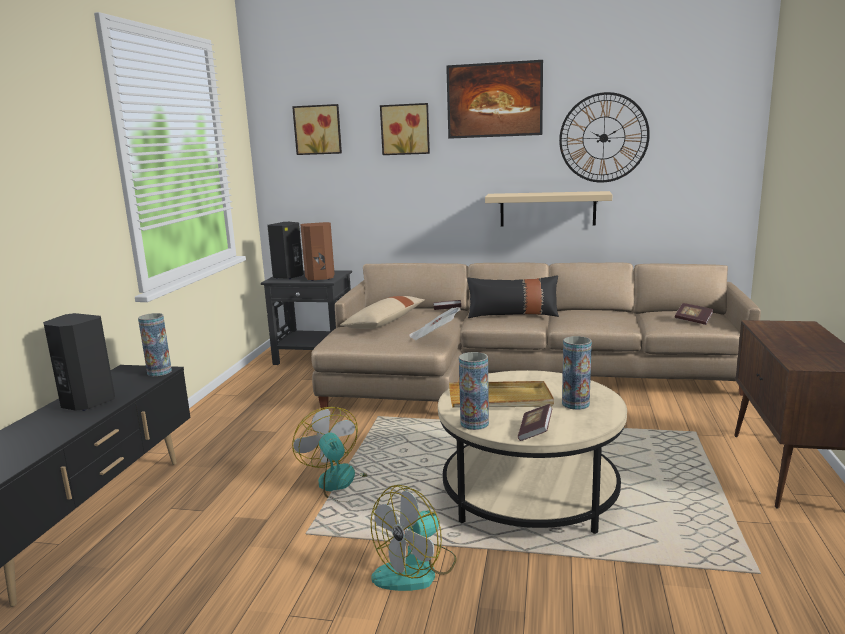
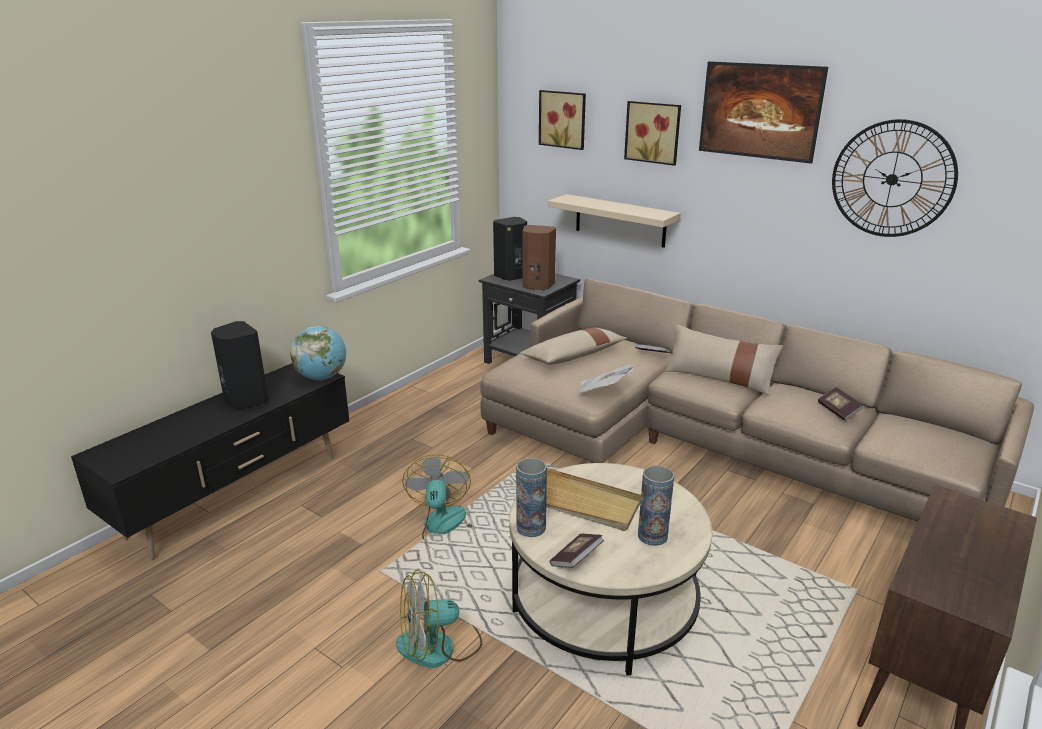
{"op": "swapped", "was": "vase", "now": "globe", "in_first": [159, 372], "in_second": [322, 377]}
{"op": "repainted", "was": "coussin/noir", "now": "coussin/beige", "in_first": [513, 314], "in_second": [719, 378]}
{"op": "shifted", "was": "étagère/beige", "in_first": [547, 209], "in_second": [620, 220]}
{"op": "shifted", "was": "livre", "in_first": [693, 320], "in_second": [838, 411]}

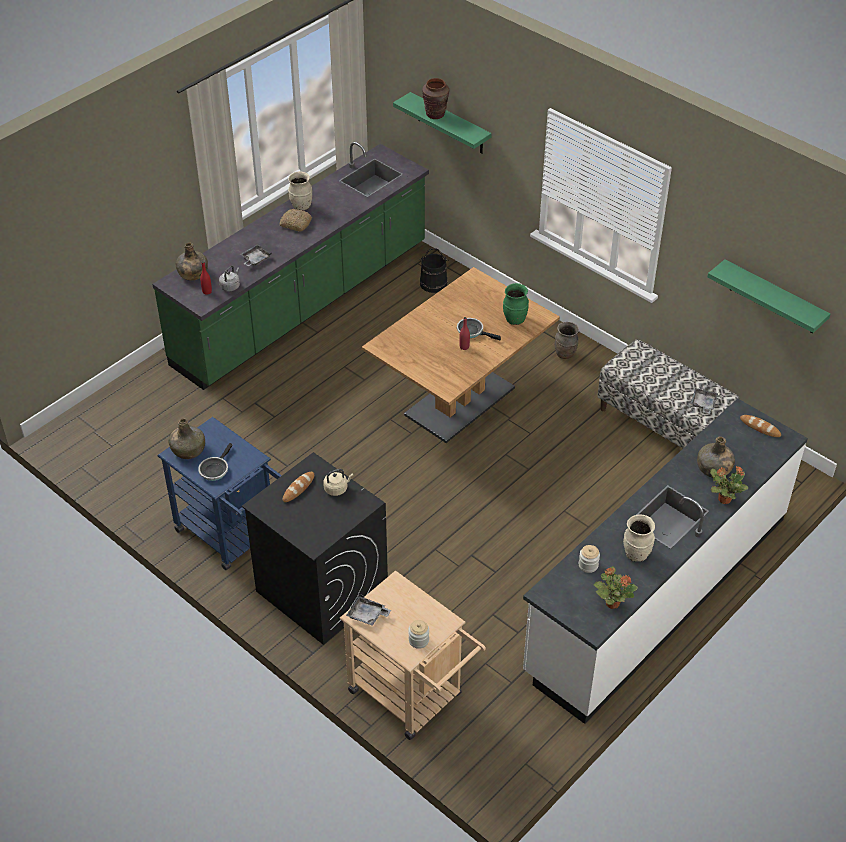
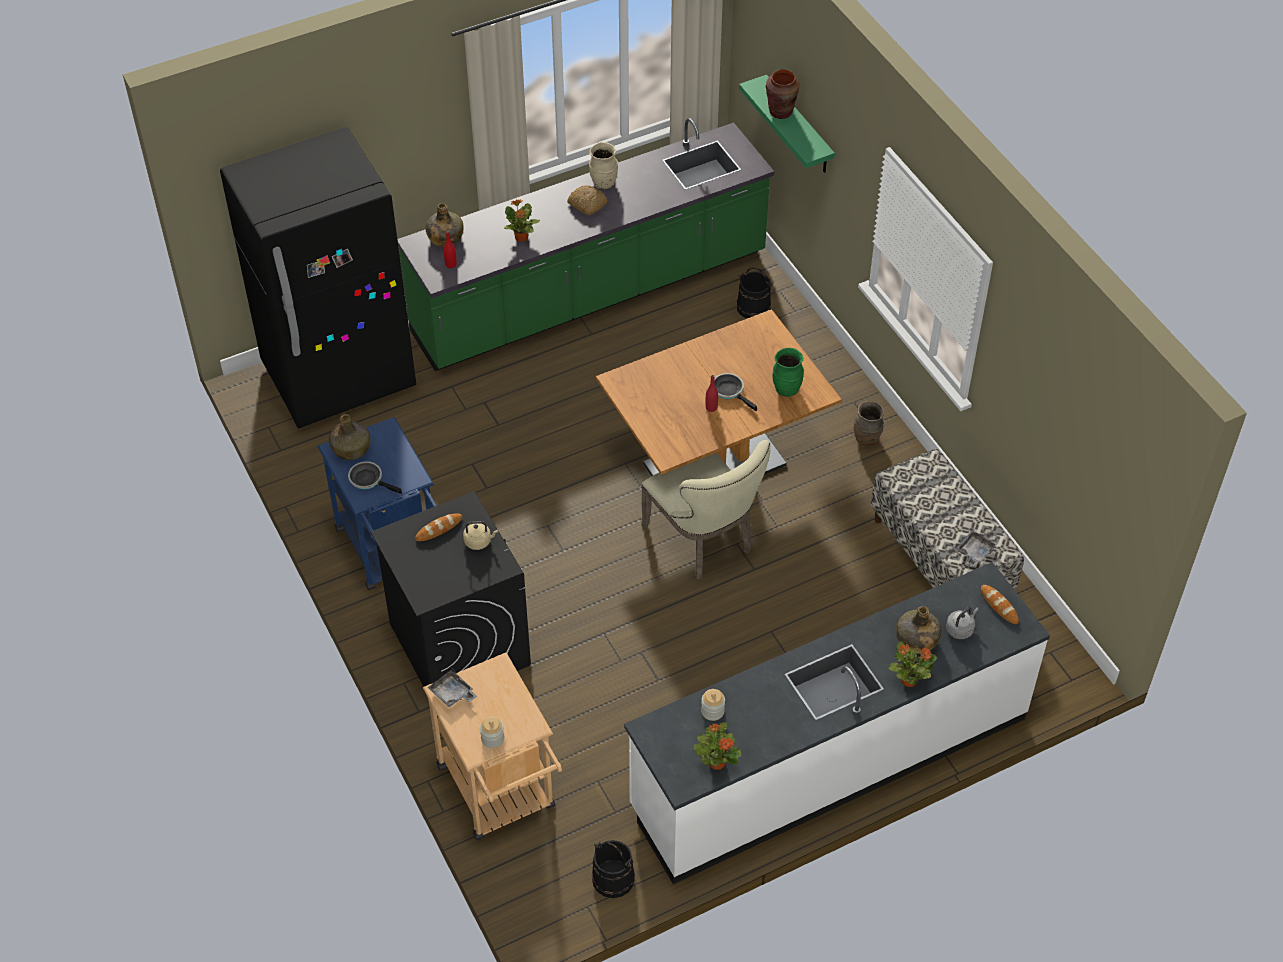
{"op": "rotated", "was": "poêle", "in_first": [215, 470], "in_second": [368, 480], "clockwise": 75}
{"op": "shifted", "was": "bouilloire/gris", "in_first": [230, 286], "in_second": [960, 629]}
{"op": "swapped", "was": "plateau/gris", "now": "plante en pot", "in_first": [255, 259], "in_second": [521, 238]}
{"op": "gone", "was": "vase/beige", "in_first": [636, 554]}
{"op": "gone", "was": "étagère/vert", "in_first": [773, 298]}
{"op": "new", "now": "réfrigérateur/noir", "in_second": [339, 377]}
{"op": "new", "now": "seau/noir", "in_second": [613, 879]}
{"op": "new", "now": "chaise/beige", "in_second": [704, 541]}

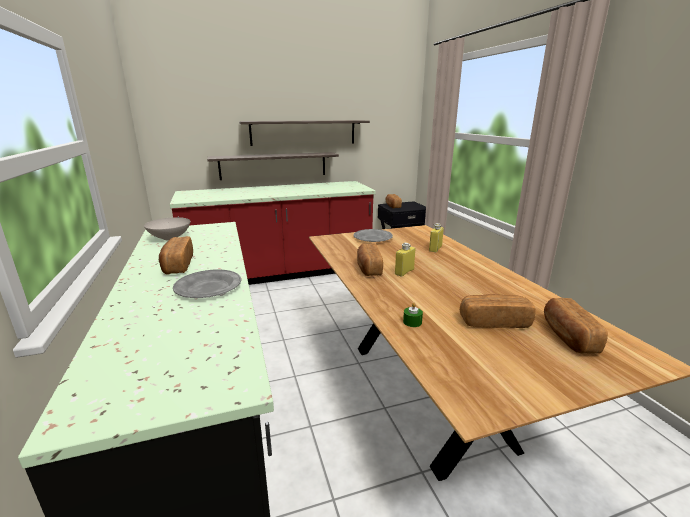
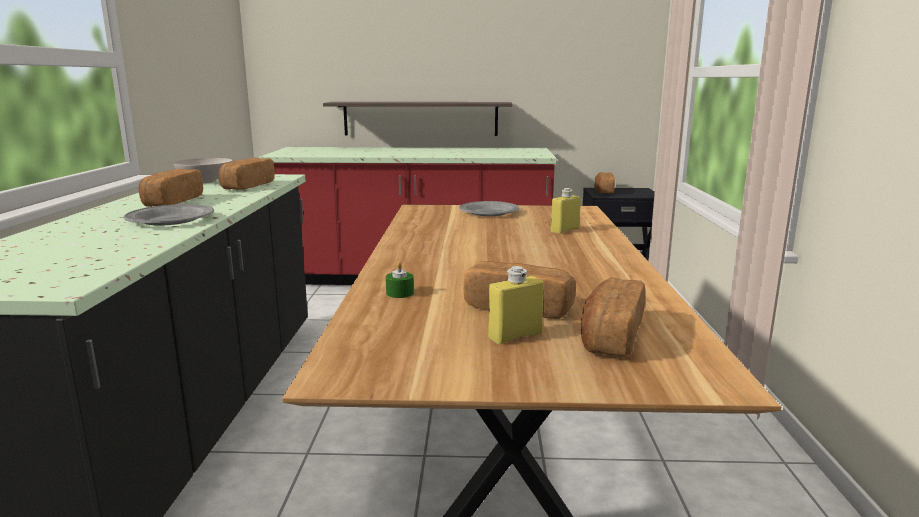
{"op": "gone", "was": "étagère", "in_first": [303, 132]}
{"op": "shifted", "was": "pain", "in_first": [368, 268], "in_second": [247, 186]}
{"op": "shifted", "was": "bouteille/jaune", "in_first": [404, 272], "in_second": [515, 336]}

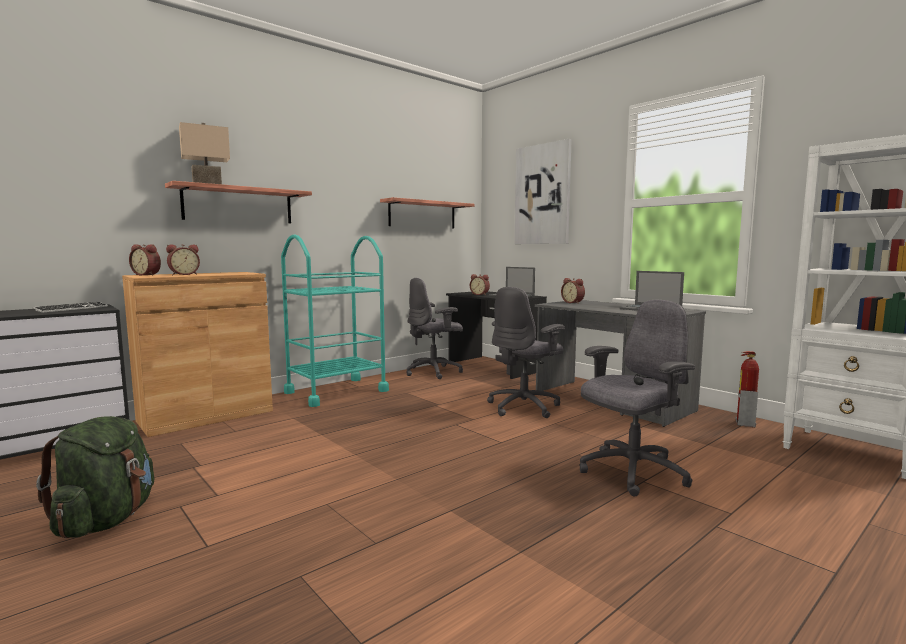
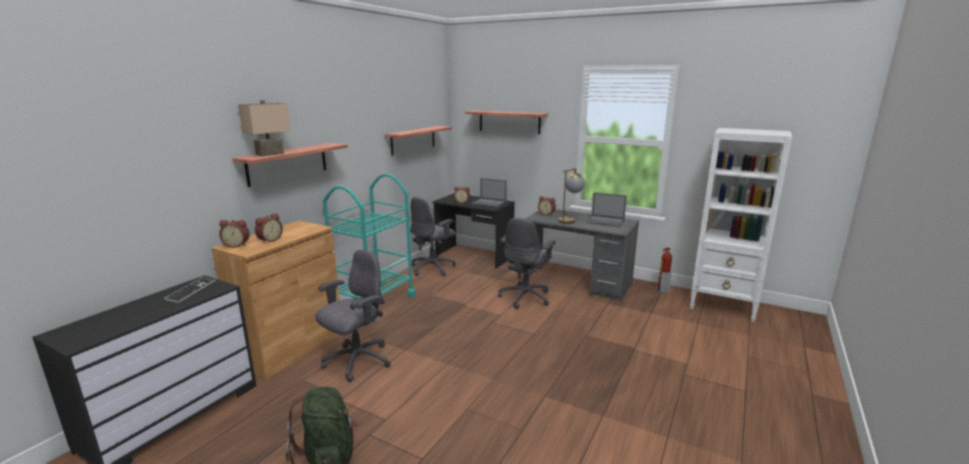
{"op": "swapped", "was": "tableau", "now": "étagère", "in_first": [542, 194], "in_second": [509, 122]}
{"op": "shifted", "was": "chaise de bureau/gris", "in_first": [631, 472], "in_second": [357, 361]}
{"op": "new", "now": "lampe de table", "in_second": [569, 220]}

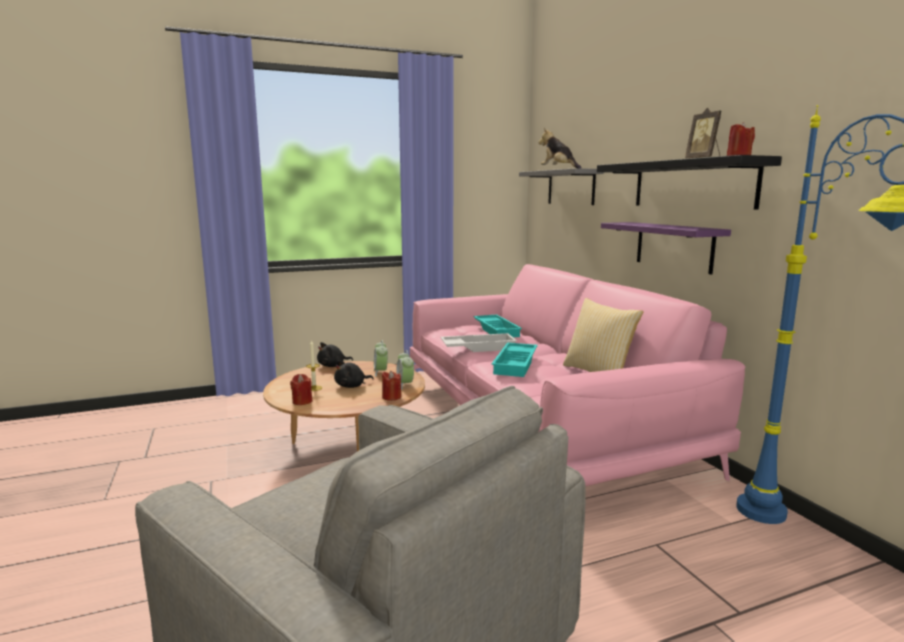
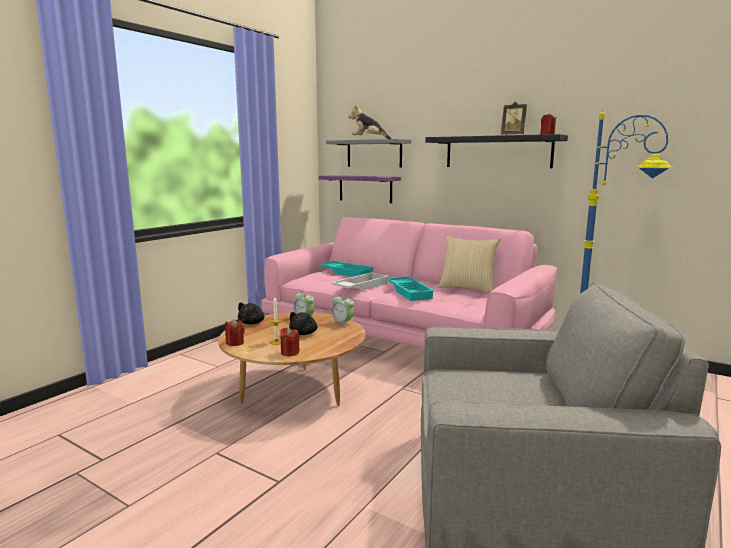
{"op": "shifted", "was": "bougie/rouge", "in_first": [391, 397], "in_second": [235, 343]}
{"op": "shifted", "was": "étagère/violet", "in_first": [673, 246], "in_second": [365, 188]}

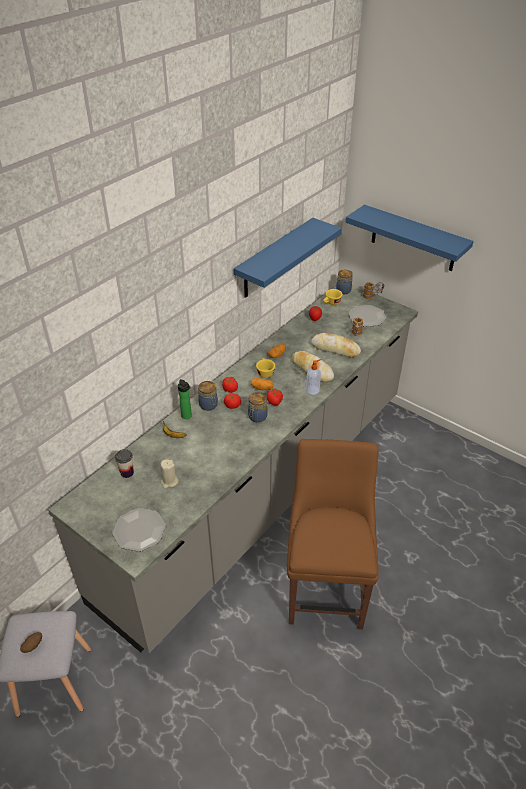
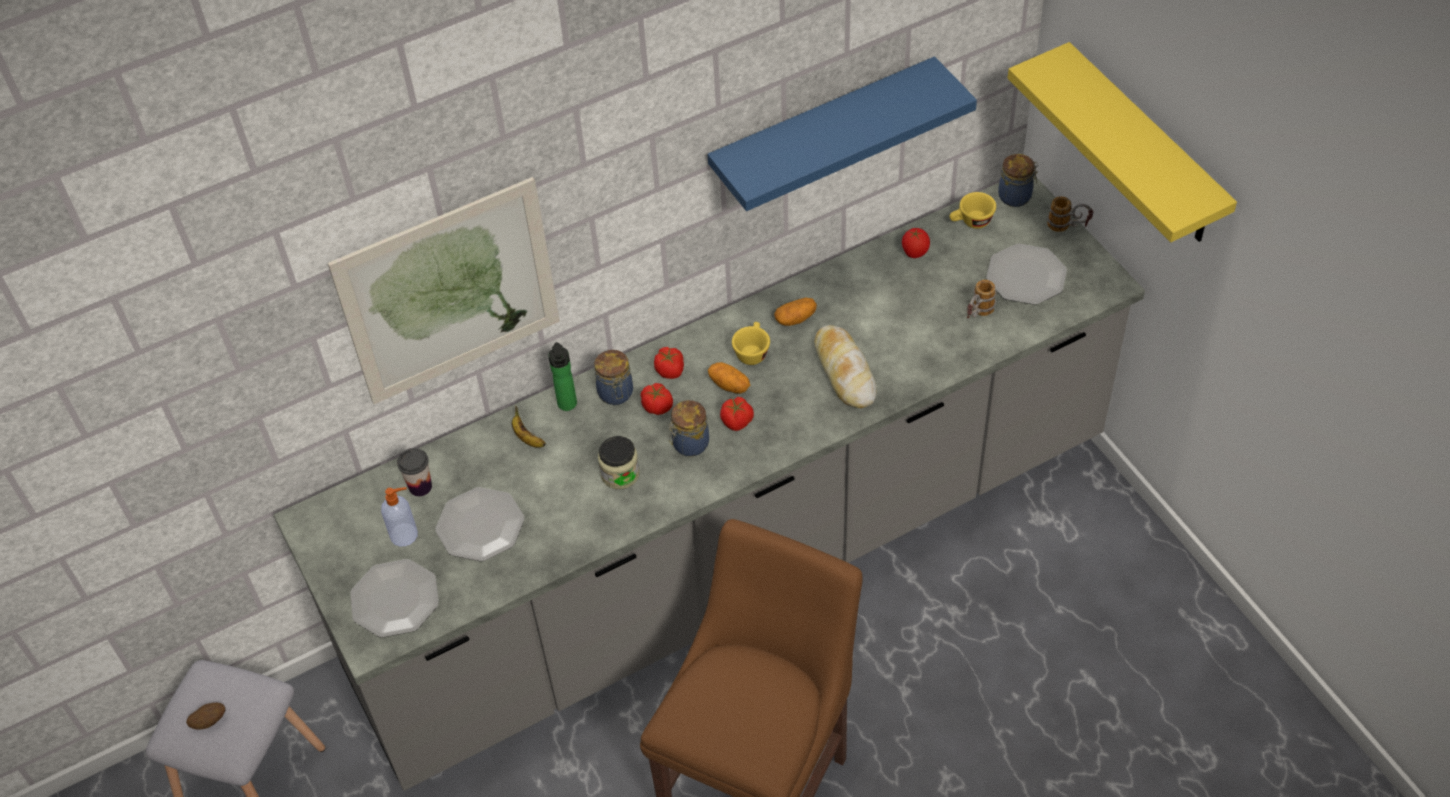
{"op": "swapped", "was": "bougie/beige", "now": "assiette", "in_first": [169, 481], "in_second": [480, 526]}
{"op": "shifted", "was": "distributeur de savon", "in_first": [313, 390], "in_second": [405, 534]}
{"op": "gone", "was": "pain", "in_first": [335, 349]}
{"op": "repainted", "was": "étagère/bleu", "now": "étagère/jaune", "in_first": [413, 239], "in_second": [1143, 148]}
{"op": "new", "now": "tableau", "in_second": [450, 292]}
{"op": "new", "now": "bocal", "in_second": [620, 474]}

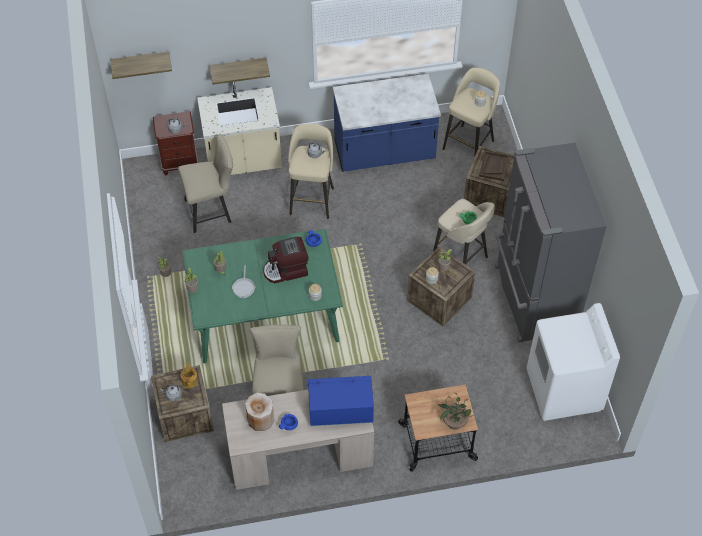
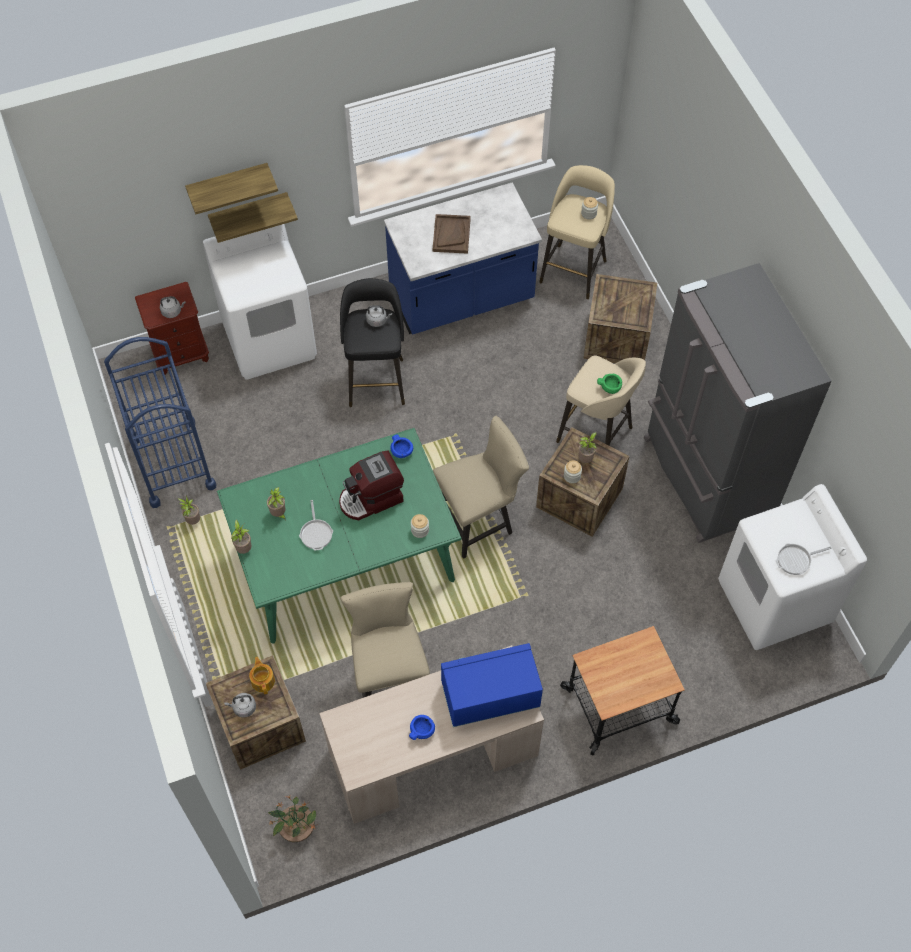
{"op": "shifted", "was": "étagère", "in_first": [141, 62], "in_second": [228, 184]}
{"op": "shifted", "was": "chaise/beige", "in_first": [212, 211], "in_second": [479, 519]}
{"op": "swapped", "was": "comptoir de cuisine/beige", "now": "lave-linge/blanc", "in_first": [243, 162], "in_second": [270, 340]}
{"op": "gone", "was": "vase/beige", "in_first": [260, 419]}
{"op": "repainted", "was": "tabouret/beige", "now": "tabouret/noir", "in_first": [312, 200], "in_second": [376, 380]}
{"op": "shifted", "was": "plante en pot", "in_first": [454, 422], "in_second": [297, 828]}
{"op": "shifted", "was": "plateau/marron", "in_first": [494, 166], "in_second": [451, 235]}
{"op": "new", "now": "chariot/bleu", "in_second": [173, 463]}
{"op": "new", "now": "poêle", "in_second": [796, 560]}

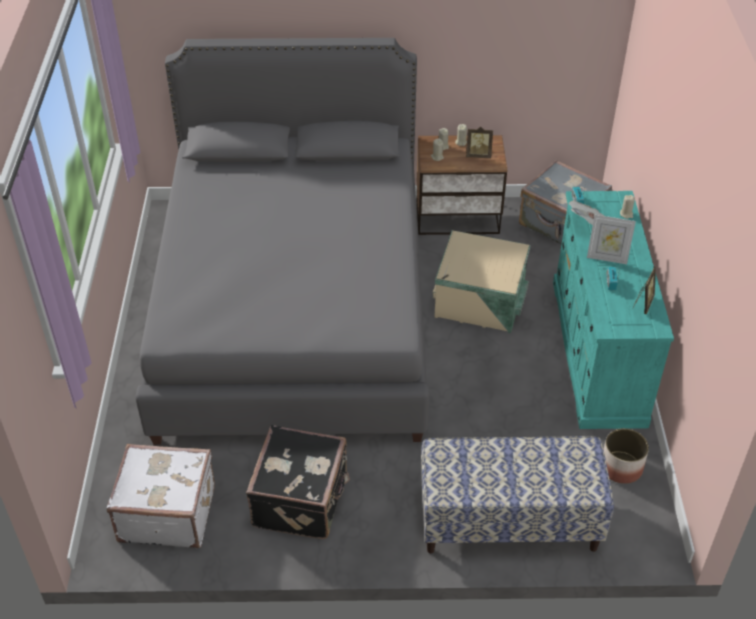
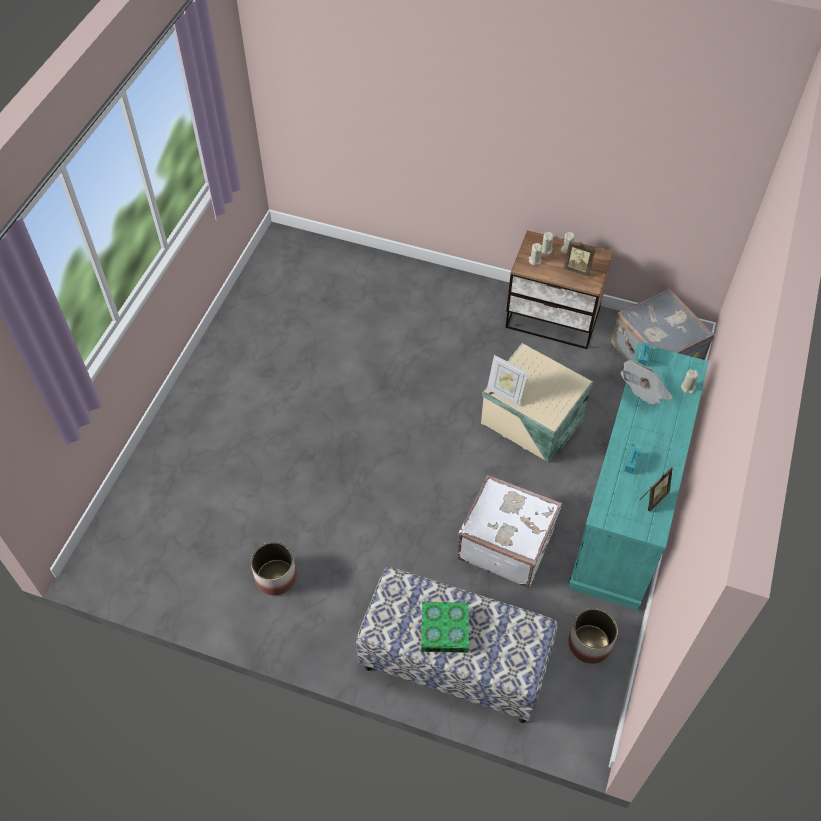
{"op": "shifted", "was": "valise/blanc", "in_first": [167, 512], "in_second": [506, 543]}
{"op": "gone", "was": "lit/gris", "in_first": [294, 311]}
{"op": "swapped", "was": "valise/noir", "now": "cache-pot", "in_first": [302, 500], "in_second": [276, 576]}
{"op": "shifted", "was": "cadre photo", "in_first": [607, 258], "in_second": [505, 394]}
{"op": "new", "now": "livre", "in_second": [444, 629]}

